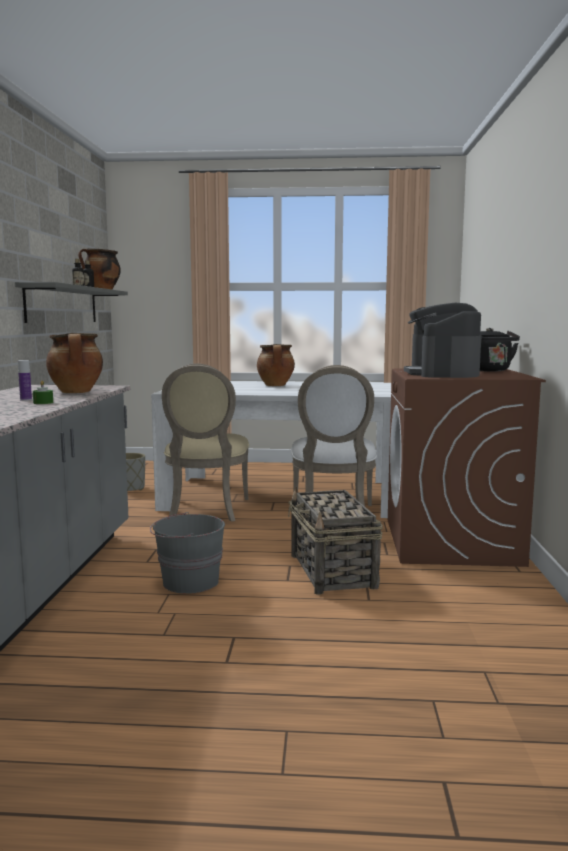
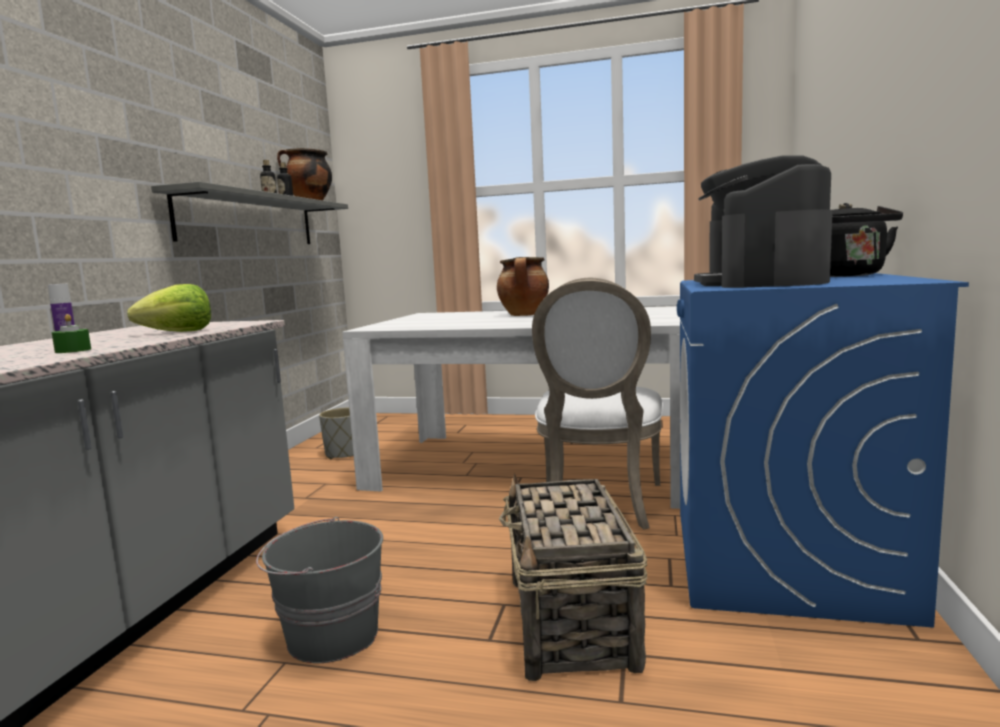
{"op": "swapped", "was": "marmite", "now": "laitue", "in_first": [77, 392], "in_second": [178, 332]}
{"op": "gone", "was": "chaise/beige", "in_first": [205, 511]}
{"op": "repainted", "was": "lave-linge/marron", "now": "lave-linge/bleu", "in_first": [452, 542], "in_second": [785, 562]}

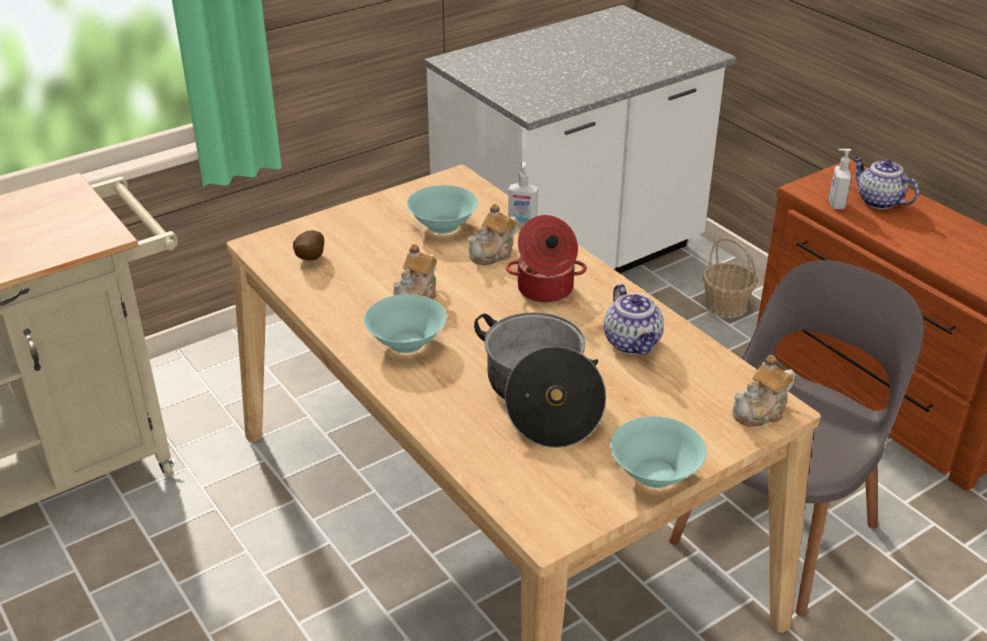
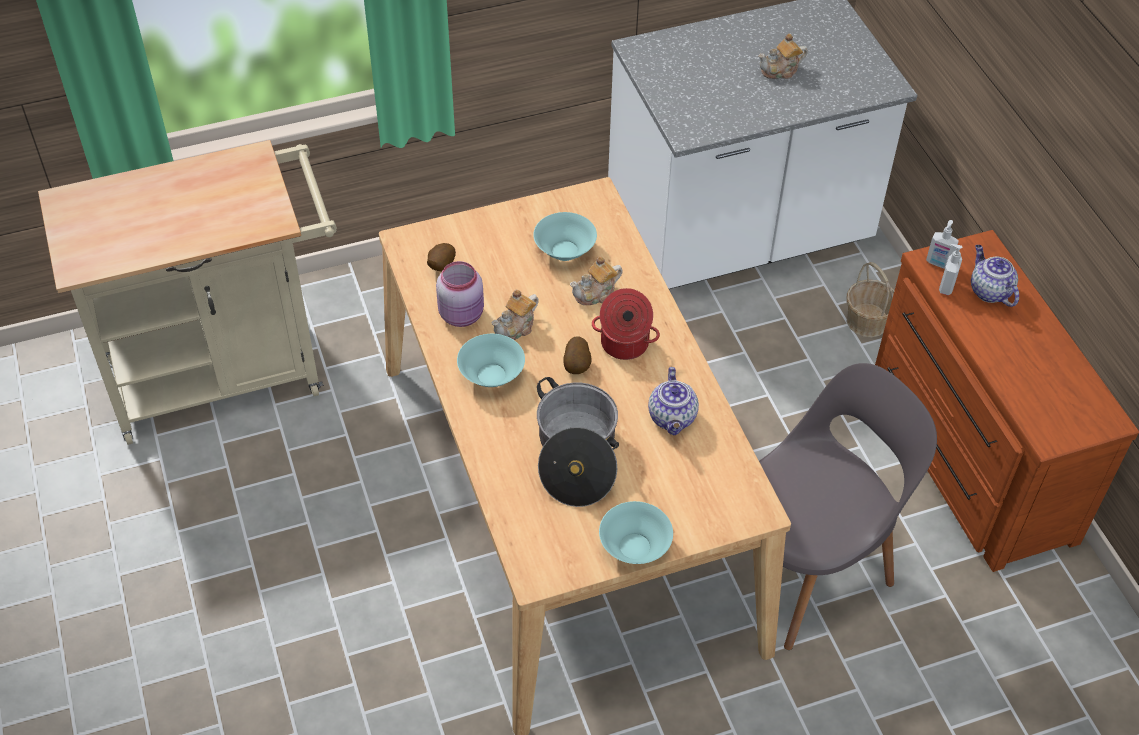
{"op": "shifted", "was": "distributeur de savon", "in_first": [522, 223], "in_second": [938, 263]}
{"op": "shifted", "was": "théière", "in_first": [761, 411], "in_second": [780, 70]}
{"op": "new", "now": "bocal/rose", "in_second": [462, 314]}
{"op": "new", "now": "pomme de terre", "in_second": [577, 366]}

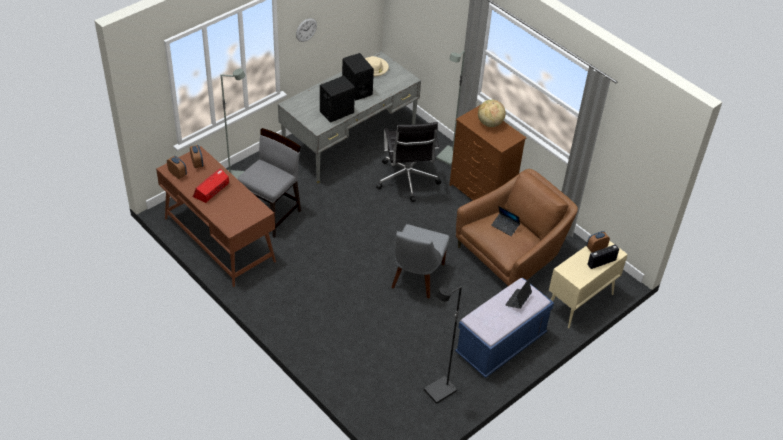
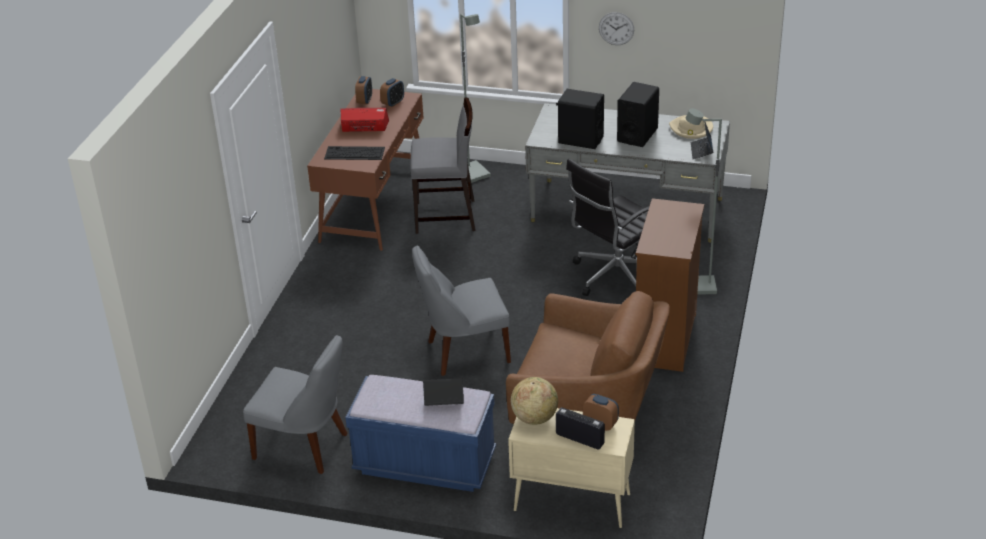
{"op": "swapped", "was": "lampadaire/noir", "now": "chaise/gris", "in_first": [440, 391], "in_second": [304, 447]}
{"op": "shifted", "was": "globe", "in_first": [490, 123], "in_second": [534, 418]}
{"op": "shifted", "was": "ordinateur portable", "in_first": [505, 226], "in_second": [701, 151]}
{"op": "new", "now": "clavier", "in_second": [354, 153]}

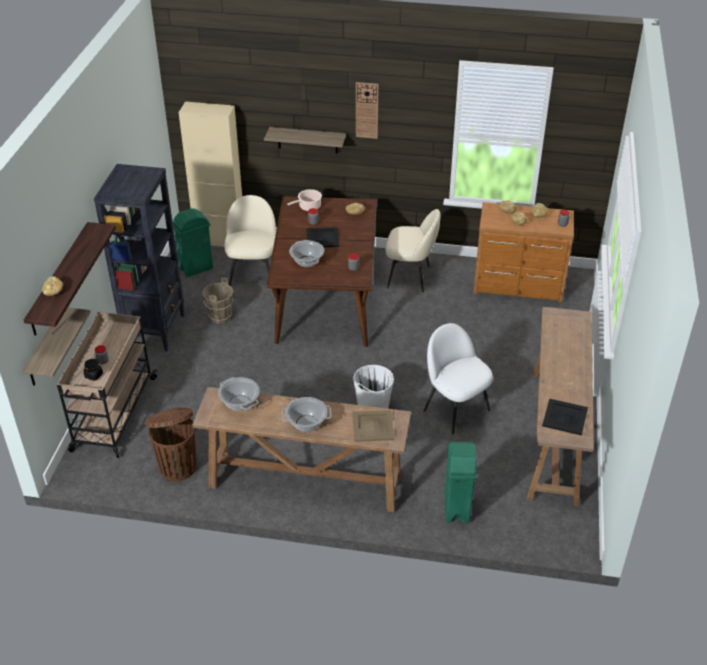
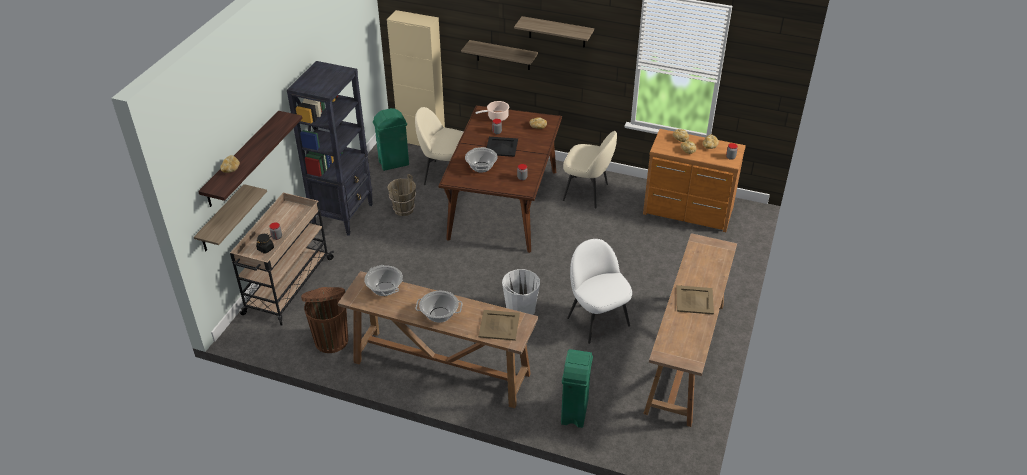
{"op": "rotated", "was": "chaise/beige", "in_first": [253, 274], "in_second": [443, 174], "clockwise": -90}
{"op": "swapped", "was": "horloge murale", "now": "étagère", "in_first": [367, 110], "in_second": [557, 32]}
{"op": "gone", "was": "plateau/noir", "in_first": [564, 417]}
{"op": "new", "now": "plateau/beige", "in_second": [695, 300]}

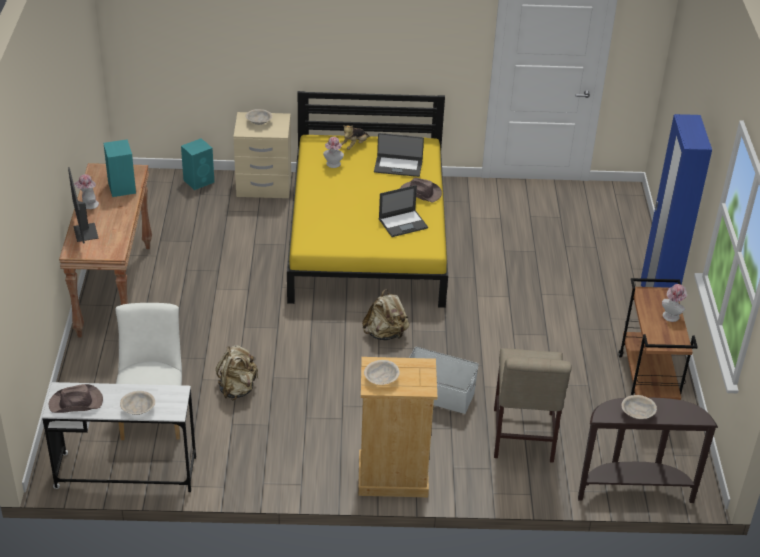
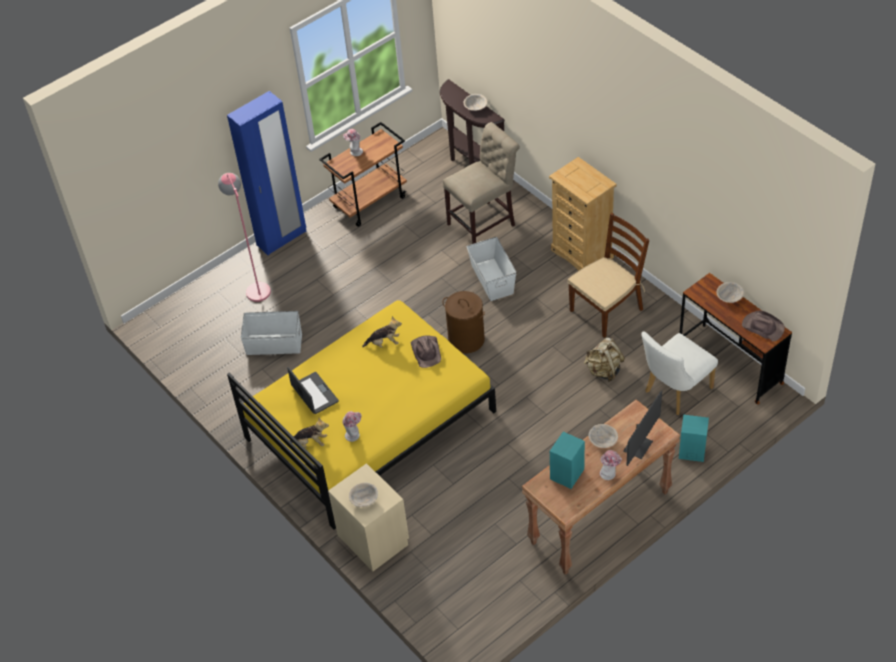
{"op": "repainted", "was": "bureau/blanc", "now": "bureau/marron", "in_first": [126, 472], "in_second": [730, 363]}
{"op": "shifted", "was": "enceinte/turquoise", "in_first": [199, 181], "in_second": [691, 451]}
{"op": "swapped", "was": "sac à dos/beige", "now": "panier à linge/marron", "in_first": [386, 334], "in_second": [466, 340]}
{"op": "shifted", "was": "bol/beige", "in_first": [381, 379], "in_second": [603, 440]}
{"op": "swapped", "was": "ordinateur portable", "now": "peluche", "in_first": [403, 223], "in_second": [384, 343]}
{"op": "shifted", "was": "chapeau/marron", "in_first": [421, 193], "in_second": [426, 351]}
{"op": "new", "now": "lampadaire/rose", "in_second": [255, 286]}
{"op": "new", "now": "boîte de rangement/blanc", "in_second": [274, 344]}
{"op": "new", "now": "chaise/marron", "in_second": [607, 309]}

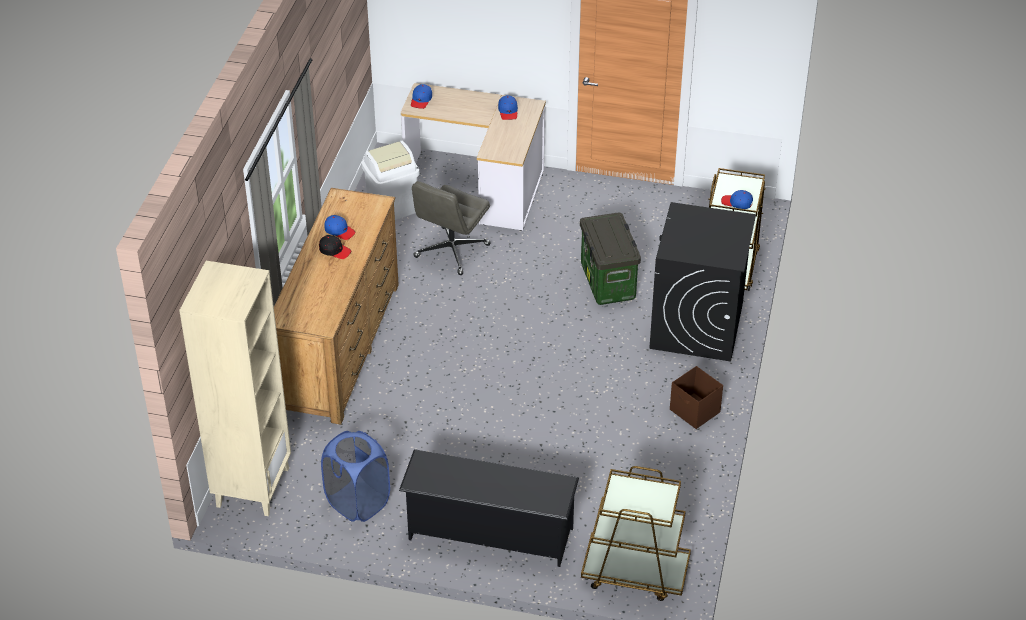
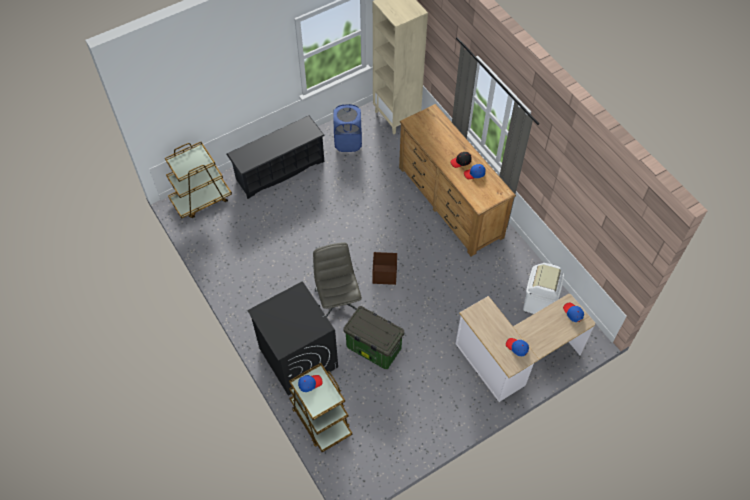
{"op": "shifted", "was": "chaise de bureau/gris", "in_first": [451, 251], "in_second": [338, 301]}
{"op": "shifted", "was": "boîte de rangement/marron", "in_first": [695, 412], "in_second": [384, 274]}

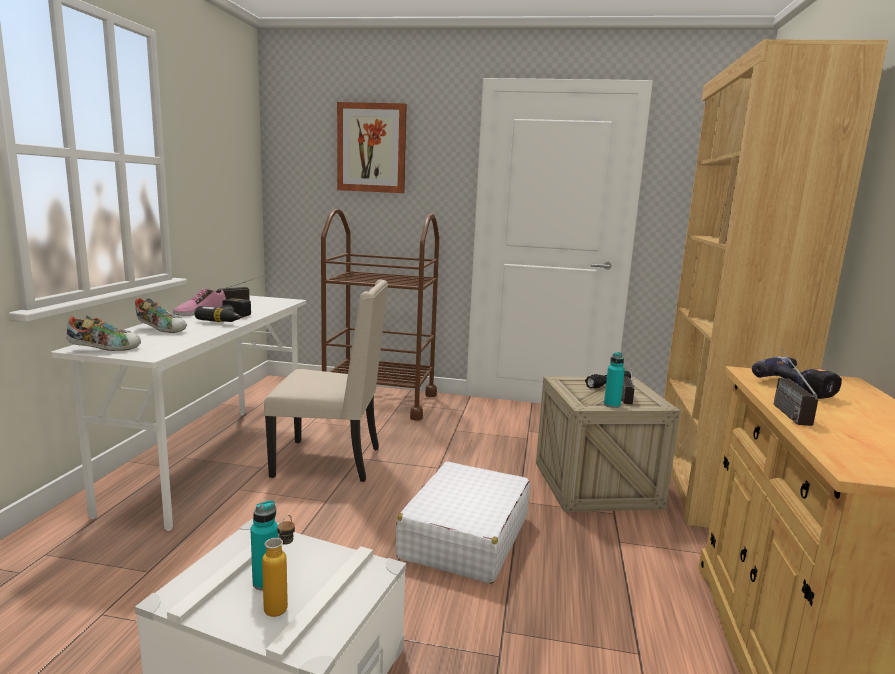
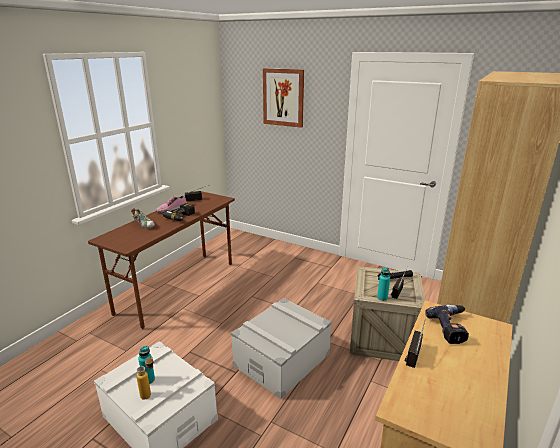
{"op": "repainted", "was": "bureau/blanc", "now": "bureau/marron", "in_first": [212, 459], "in_second": [178, 286]}
{"op": "gone", "was": "chaussure", "in_first": [105, 349]}
{"op": "gone", "was": "chaise/beige", "in_first": [330, 461]}
{"op": "gone", "was": "chariot/marron", "in_first": [379, 401]}
{"op": "swapped", "was": "valise/blanc", "now": "boîte de rangement/gris", "in_first": [464, 537], "in_second": [282, 360]}

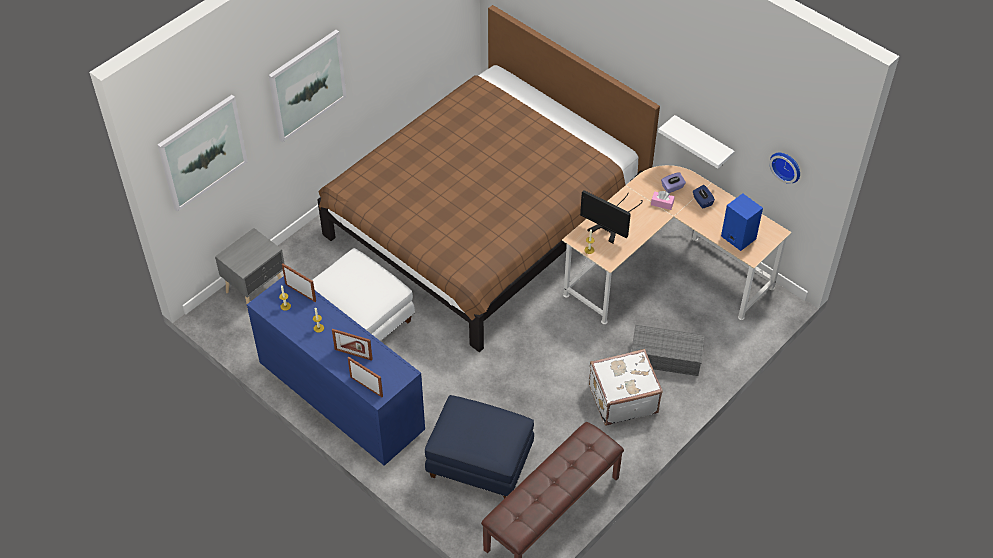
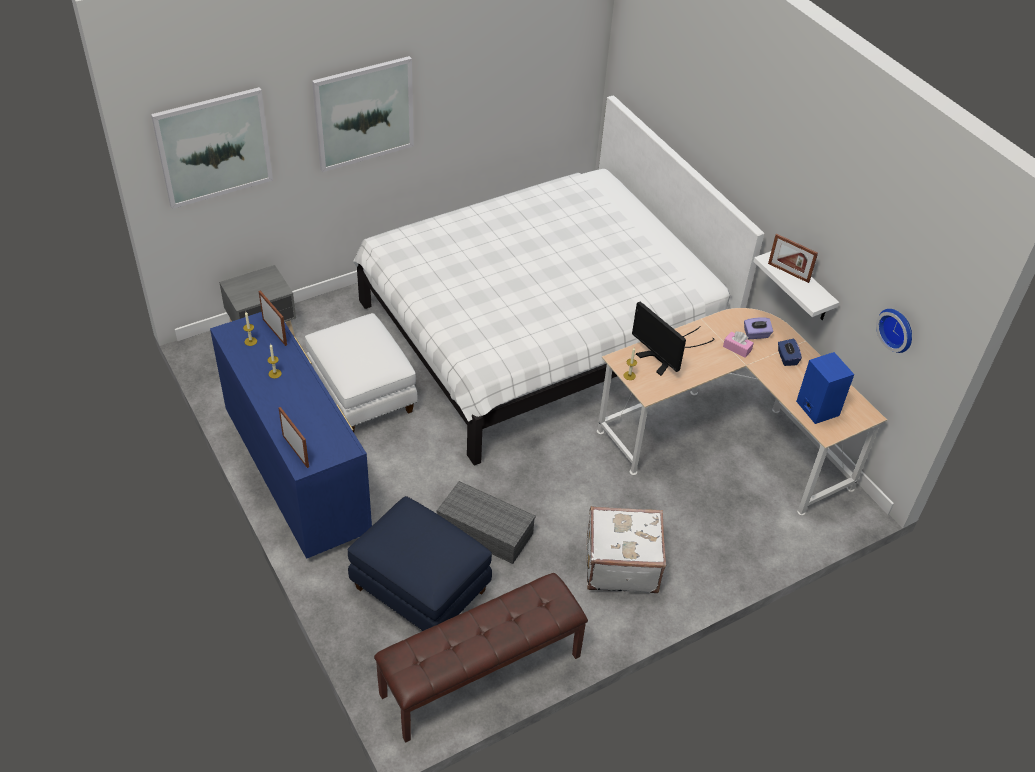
{"op": "repainted", "was": "lit/marron", "now": "lit/blanc", "in_first": [484, 220], "in_second": [540, 330]}
{"op": "shifted", "was": "cadre photo", "in_first": [353, 354], "in_second": [788, 272]}
{"op": "shifted", "was": "boîte de rangement/gris", "in_first": [664, 357], "in_second": [483, 531]}

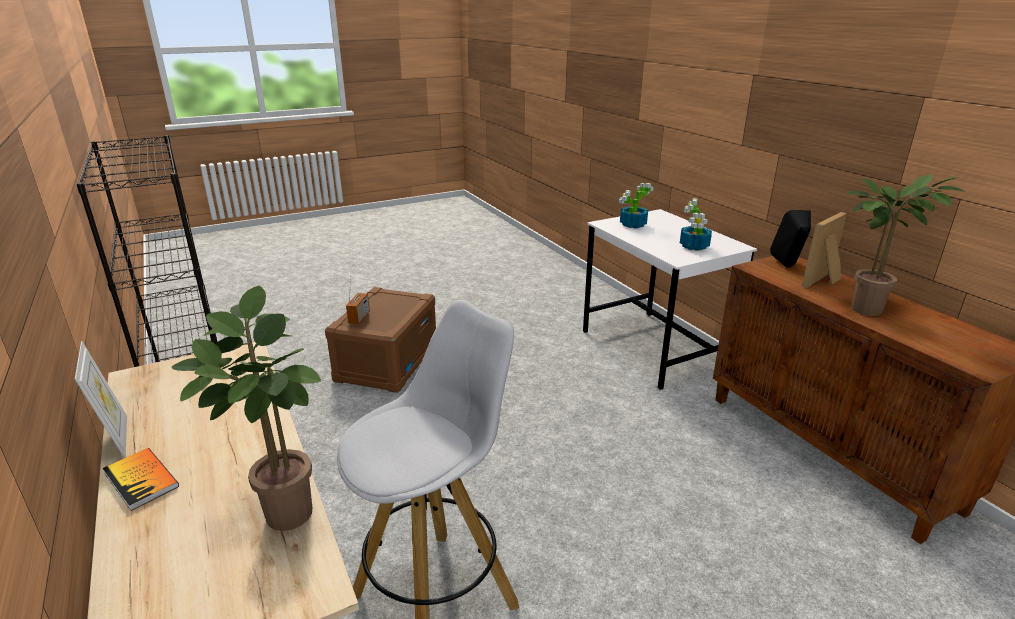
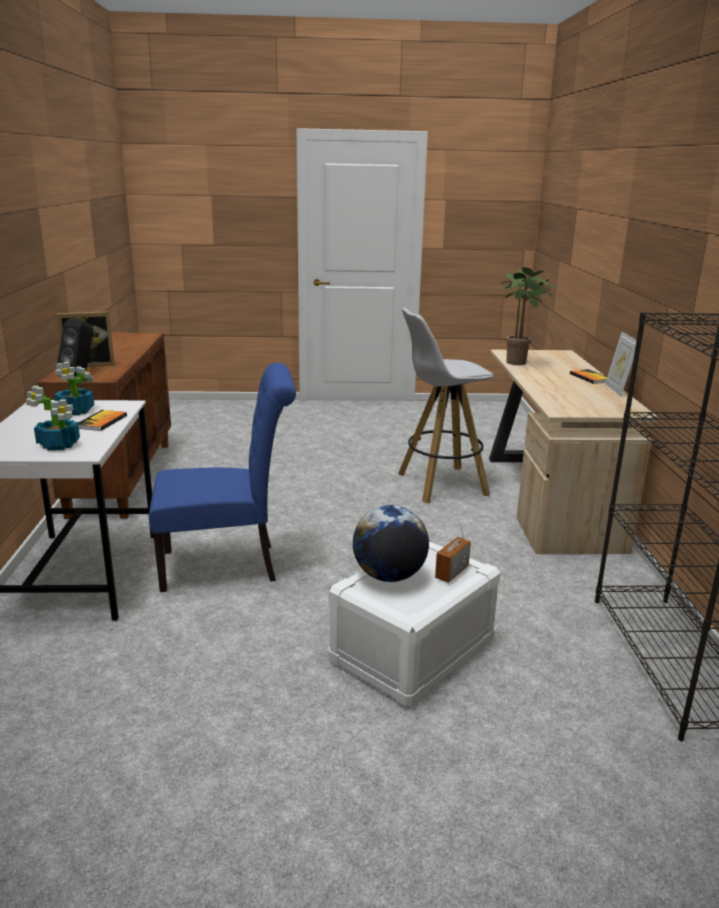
{"op": "repainted", "was": "boîte de rangement/marron", "now": "boîte de rangement/blanc", "in_first": [387, 362], "in_second": [413, 652]}
{"op": "gone", "was": "plante en pot", "in_first": [870, 308]}
{"op": "new", "now": "livre", "in_second": [102, 422]}
{"op": "new", "now": "chaise/bleu", "in_second": [227, 565]}
{"op": "new", "now": "globe", "in_second": [389, 576]}

